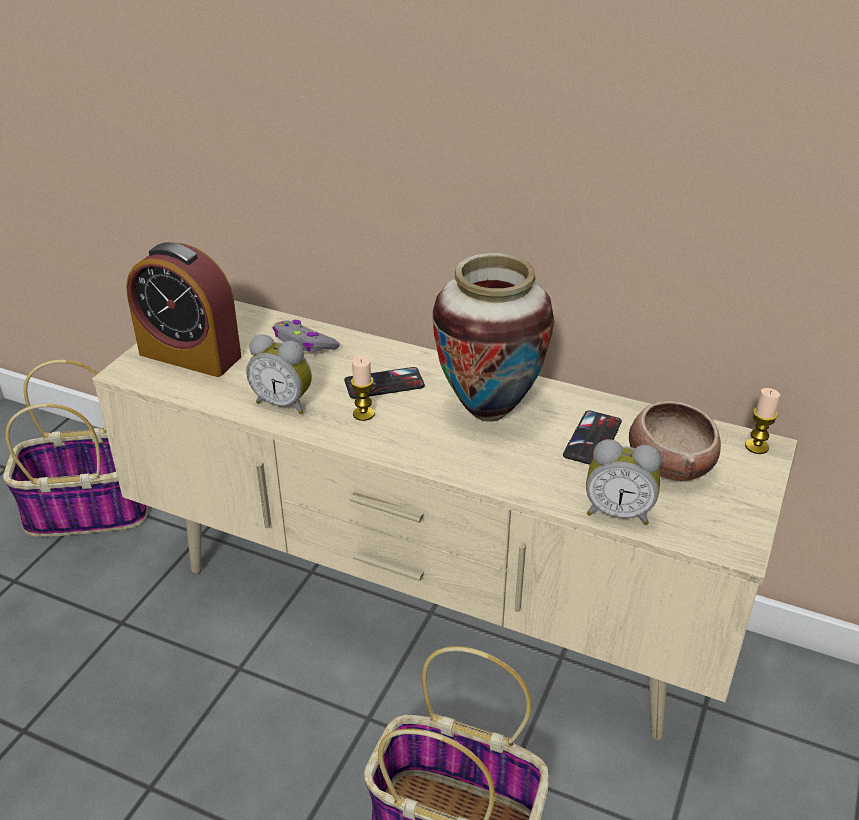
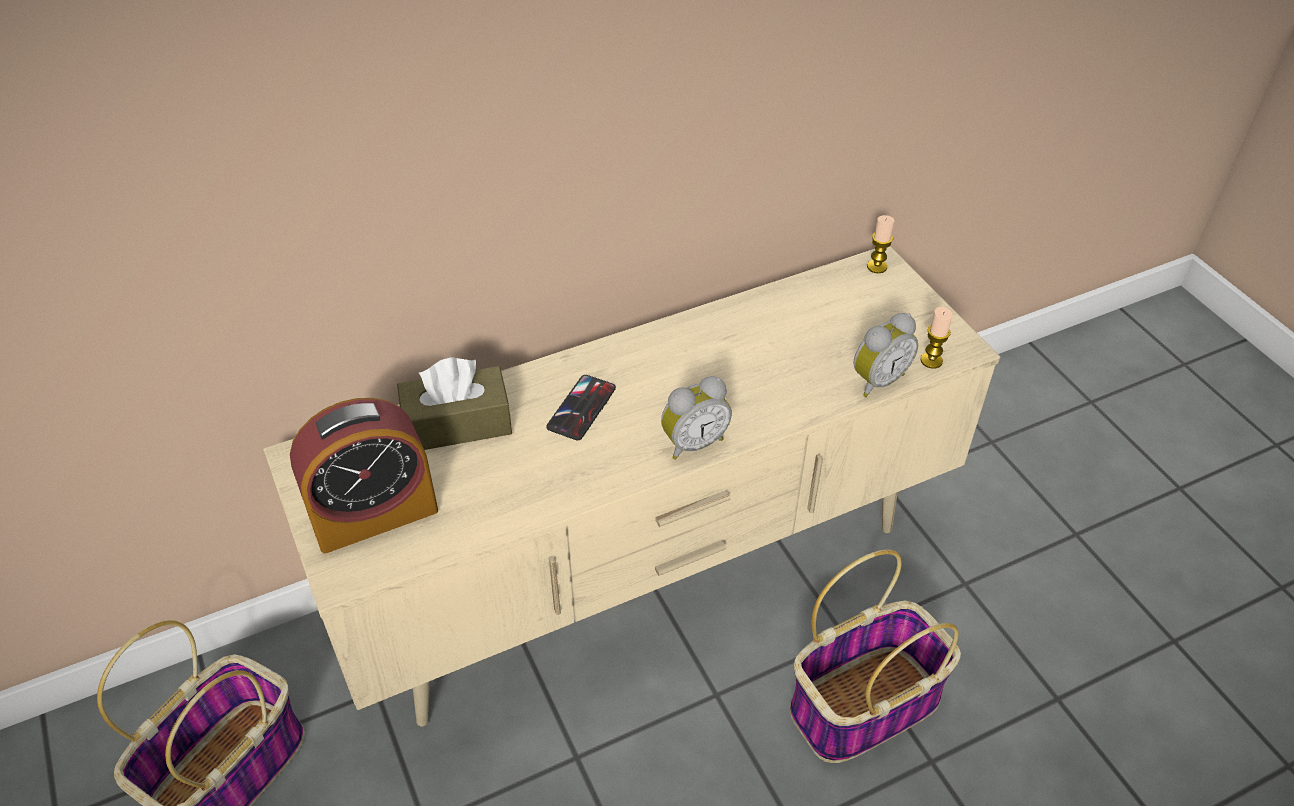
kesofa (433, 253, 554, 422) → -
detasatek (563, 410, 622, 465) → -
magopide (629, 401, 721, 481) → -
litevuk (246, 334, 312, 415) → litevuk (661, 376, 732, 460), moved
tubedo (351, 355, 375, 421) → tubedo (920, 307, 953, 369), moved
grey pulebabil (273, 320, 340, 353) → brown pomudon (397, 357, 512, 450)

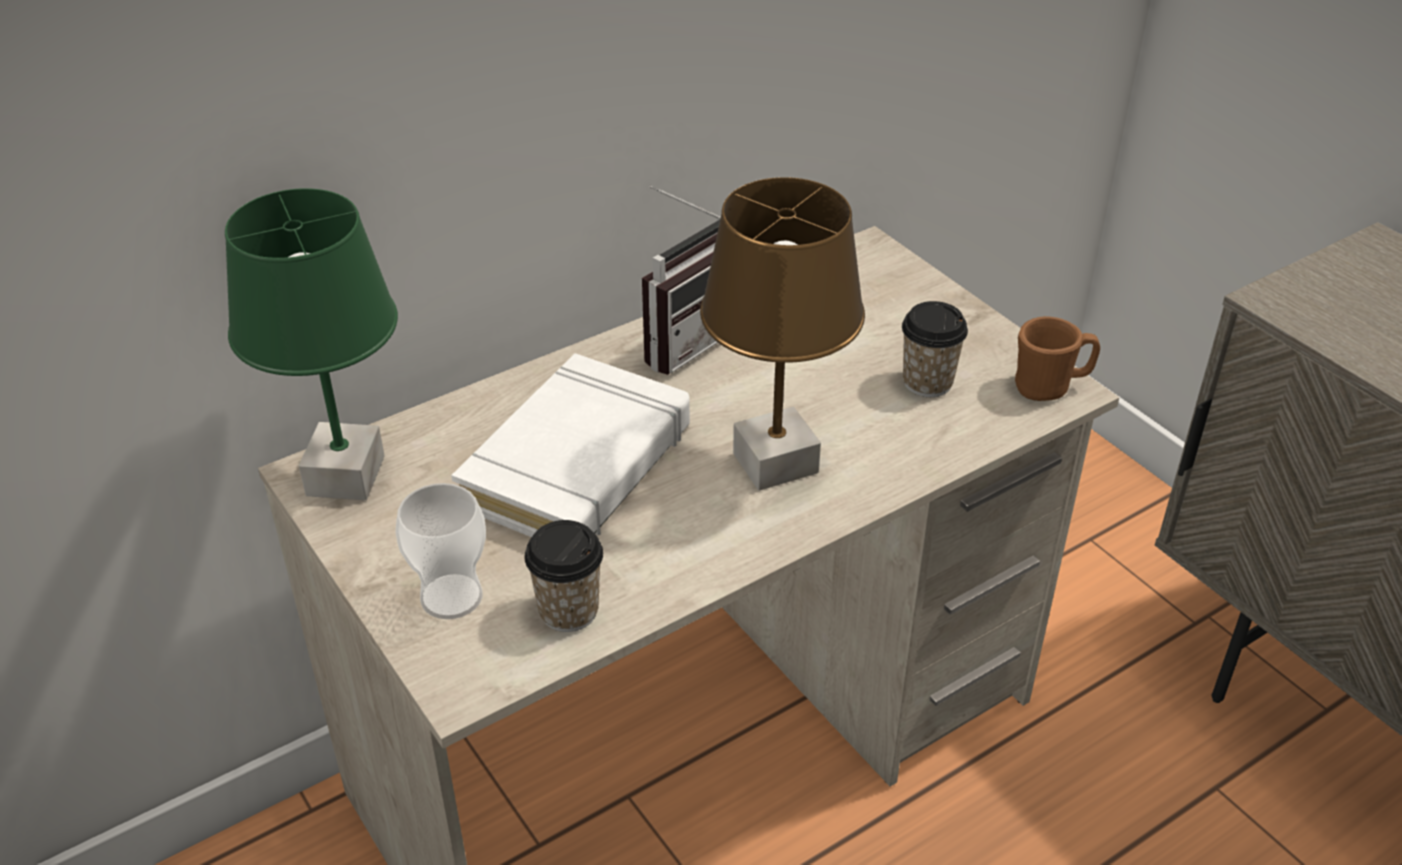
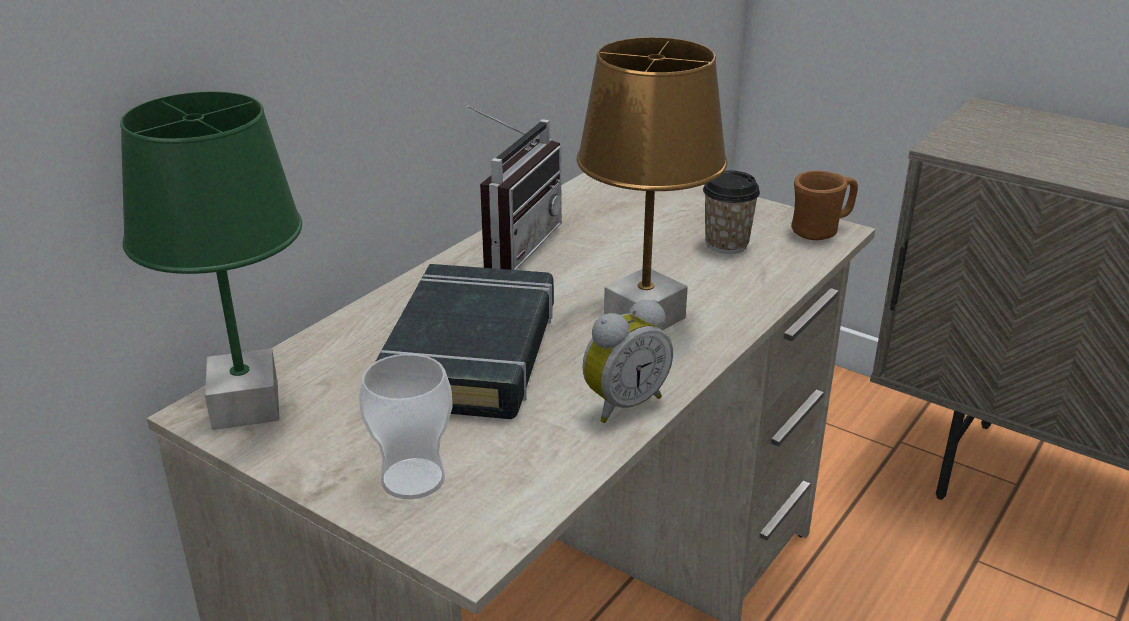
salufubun (525, 520, 603, 632) → -
- → litevuk (583, 299, 673, 423)
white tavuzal (451, 353, 690, 537) → black tavuzal (375, 264, 554, 419)

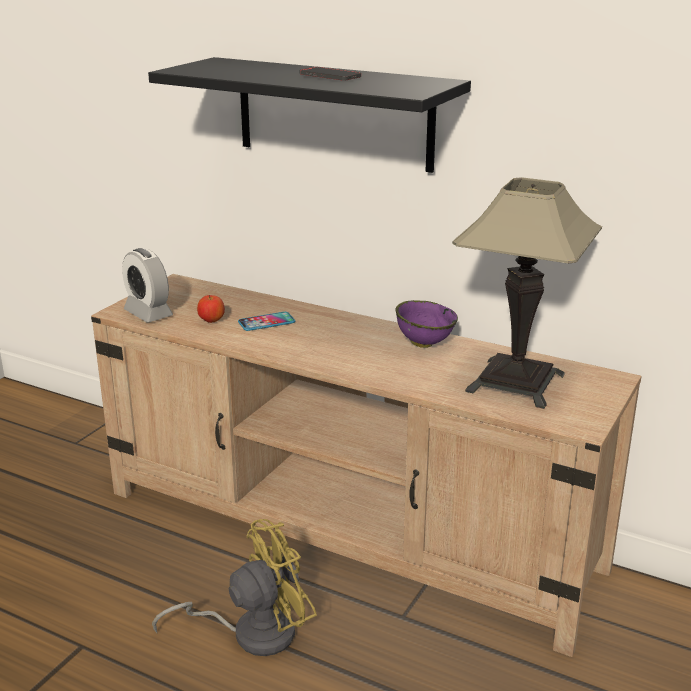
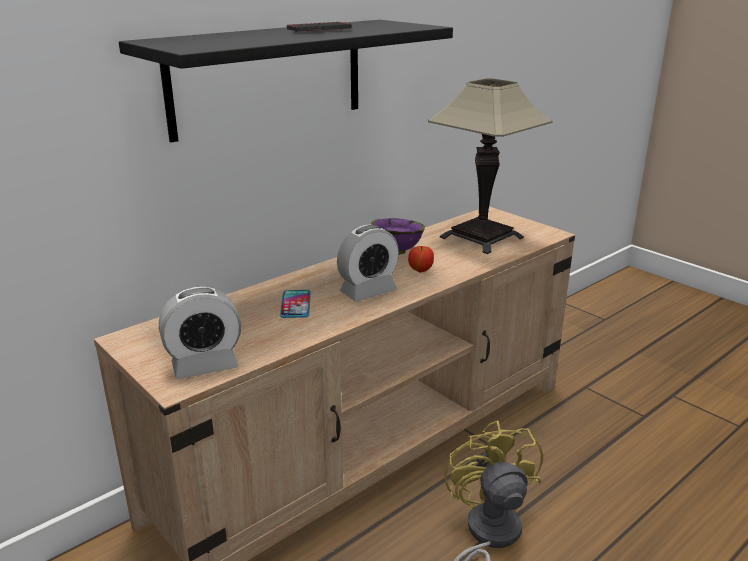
- → litevuk (337, 224, 399, 302)
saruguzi (197, 295, 225, 323) → saruguzi (408, 246, 434, 273), moved

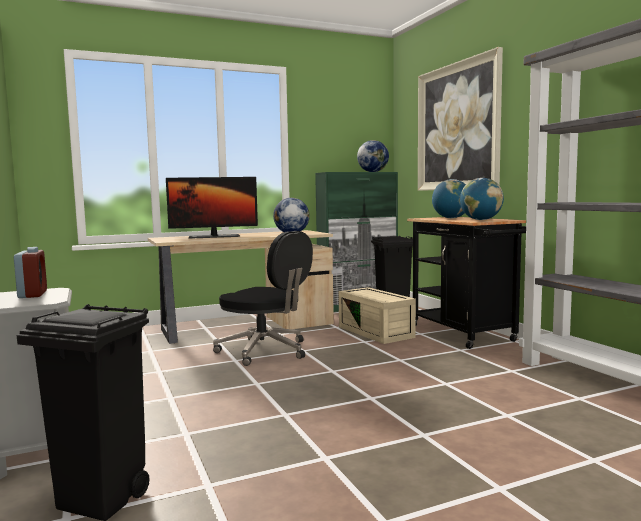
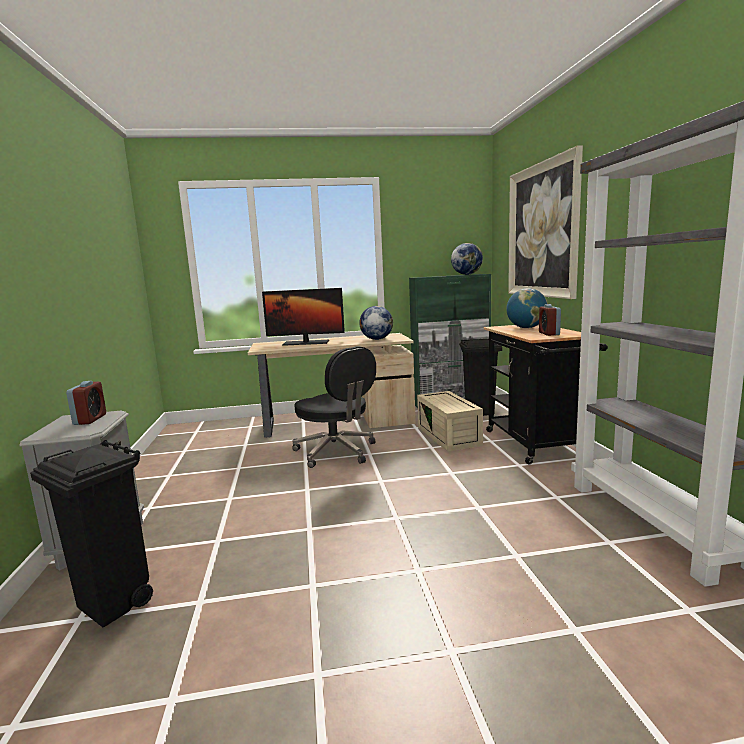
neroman (460, 178, 504, 220) → litevuk (539, 304, 561, 336)

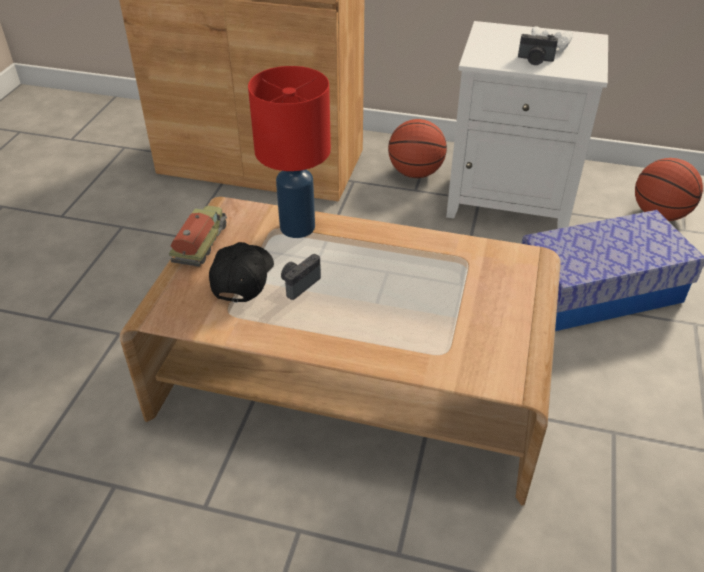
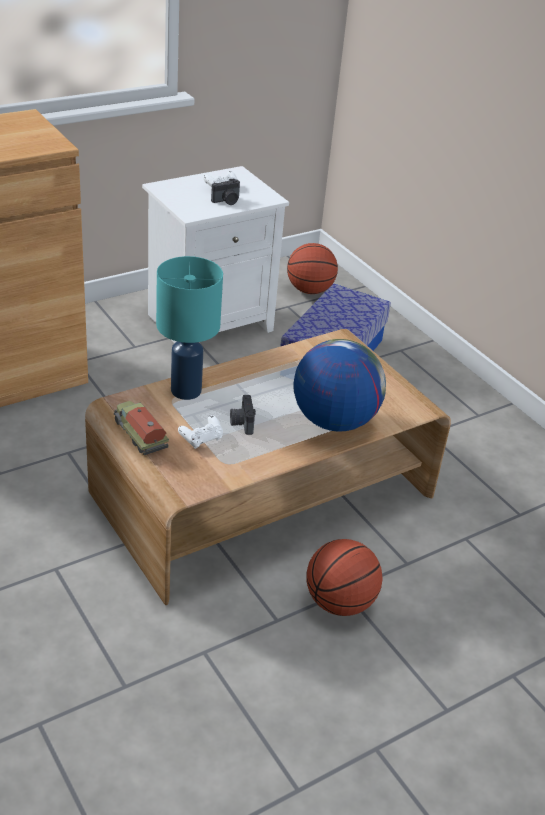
- → neroman (293, 339, 386, 432)
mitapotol (388, 119, 447, 178) → mitapotol (306, 539, 383, 616), moved
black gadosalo (209, 242, 274, 303) → white pulebabil (178, 415, 223, 449)
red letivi (248, 66, 331, 238) → turquoise letivi (156, 256, 223, 400)

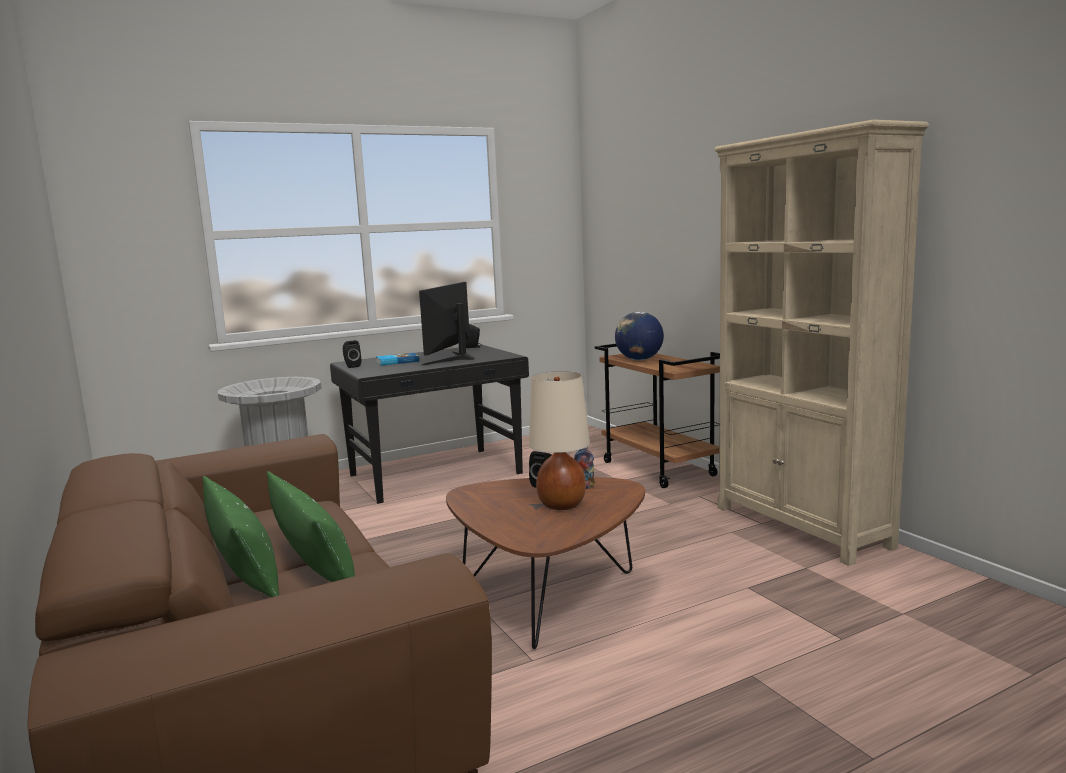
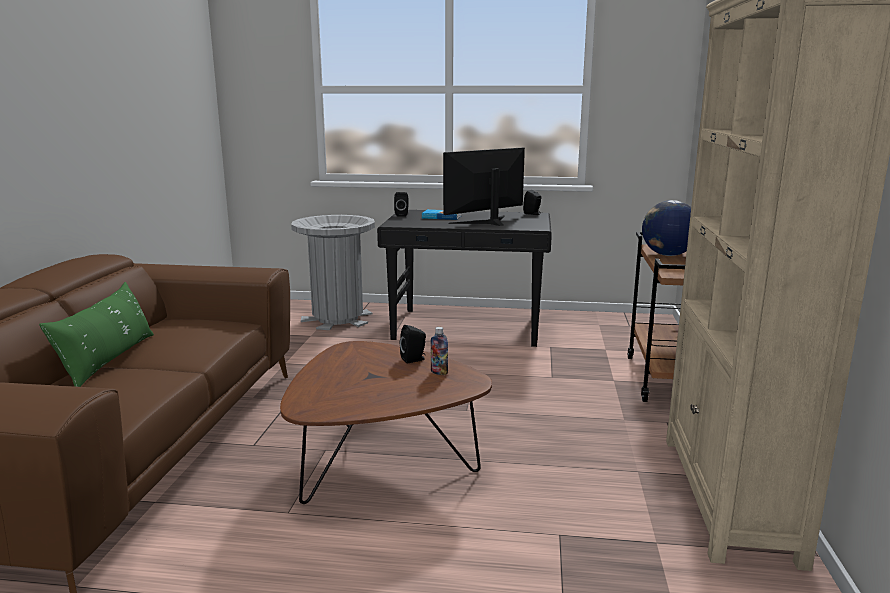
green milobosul (267, 471, 355, 582) → -
beige letivi (529, 371, 590, 510) → -

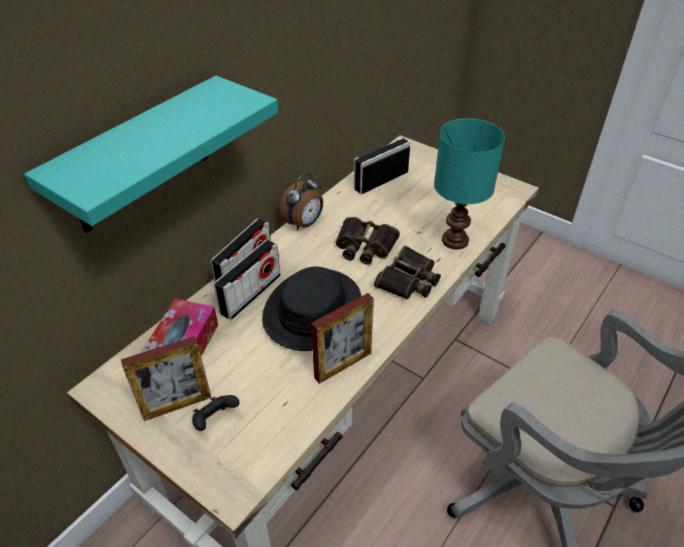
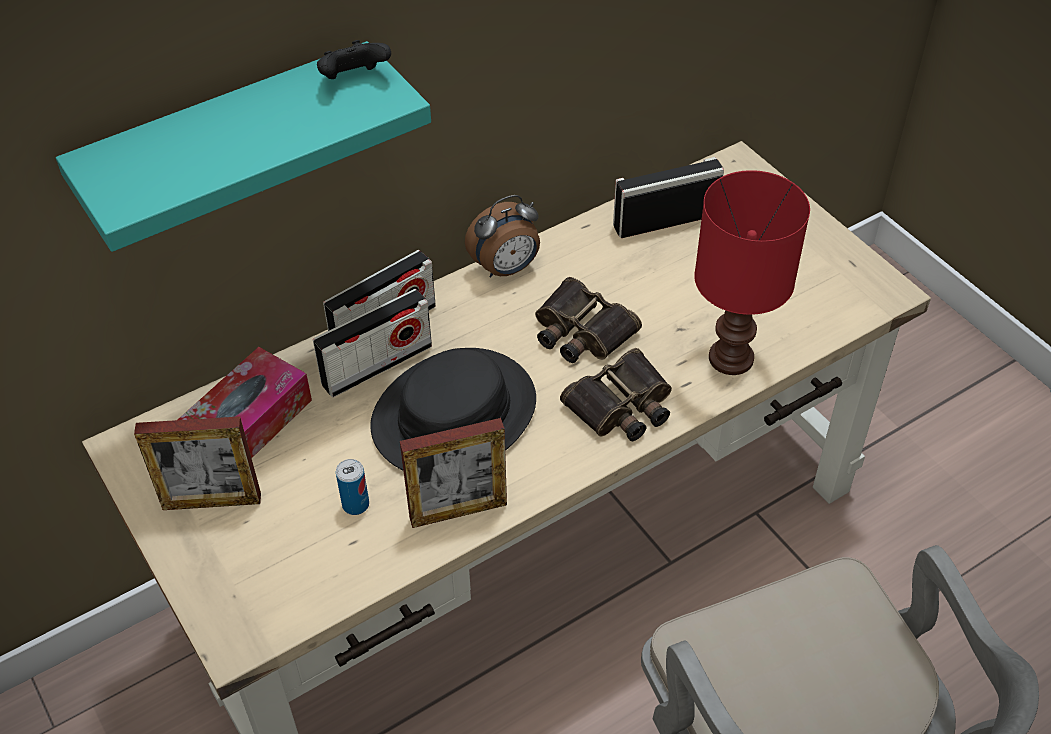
- → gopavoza (336, 459, 369, 515)
black pulebabil (192, 395, 239, 431) → black pulebabil (317, 40, 391, 79), moved
turquoise letivi (434, 118, 505, 250) → red letivi (694, 170, 810, 375)

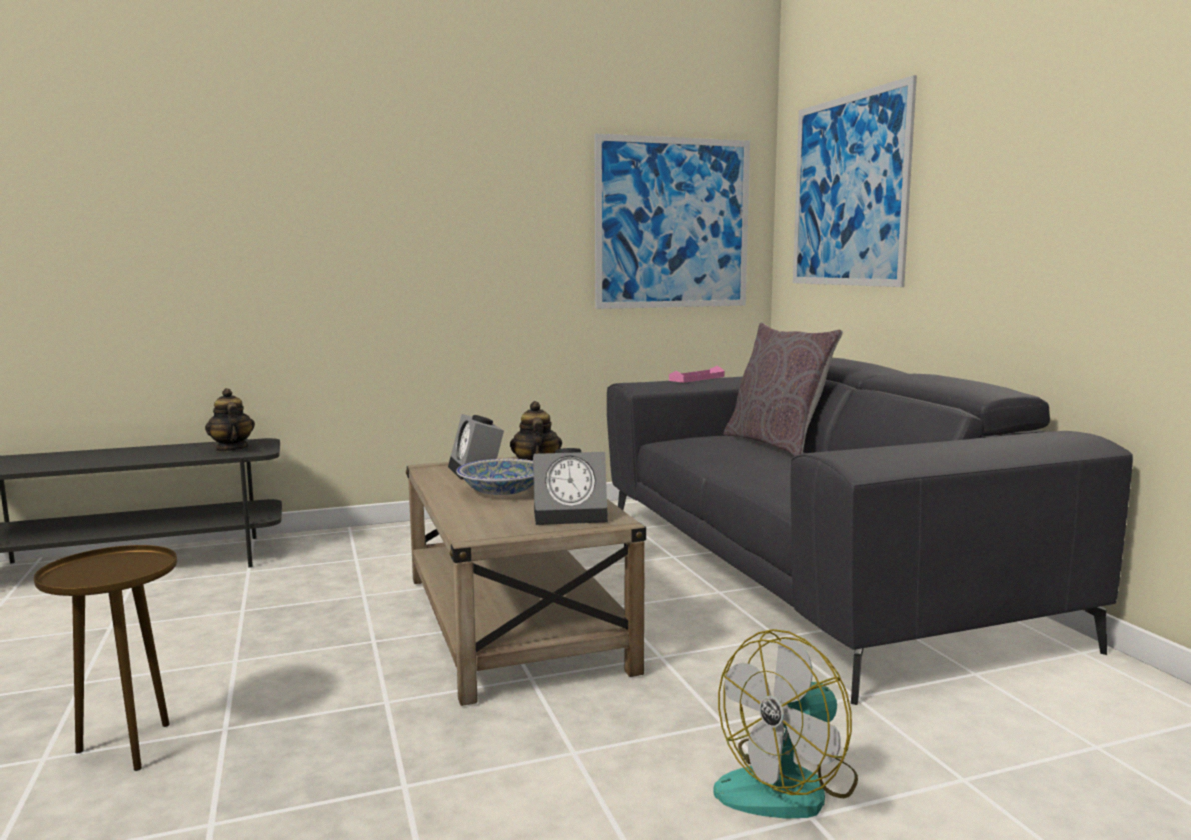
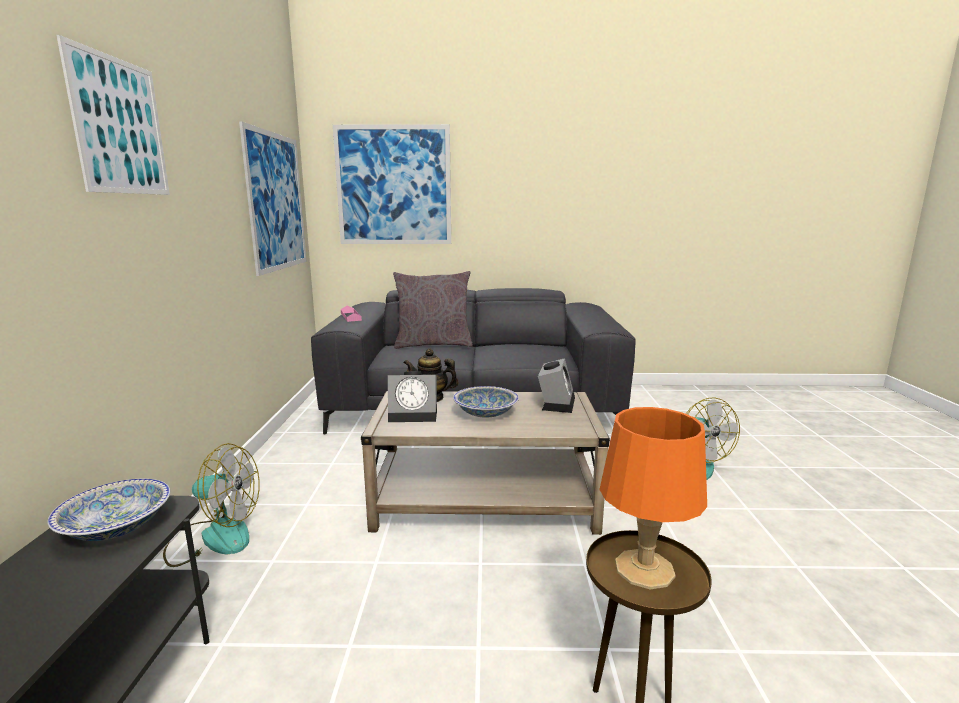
- → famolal (56, 35, 170, 195)
- → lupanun (163, 443, 260, 567)
- → orange letivi (599, 407, 707, 589)
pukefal (205, 388, 255, 452) → magopide (48, 479, 170, 541)

